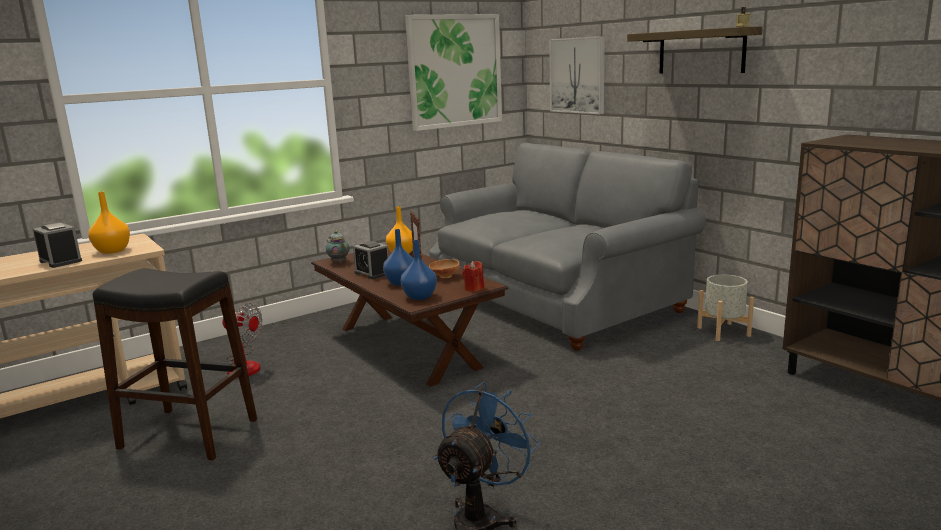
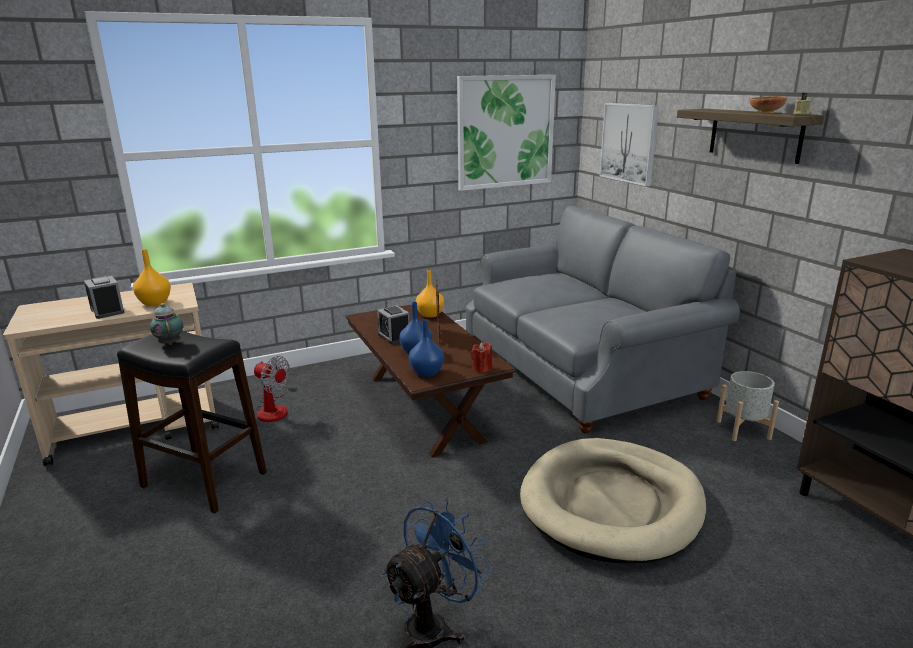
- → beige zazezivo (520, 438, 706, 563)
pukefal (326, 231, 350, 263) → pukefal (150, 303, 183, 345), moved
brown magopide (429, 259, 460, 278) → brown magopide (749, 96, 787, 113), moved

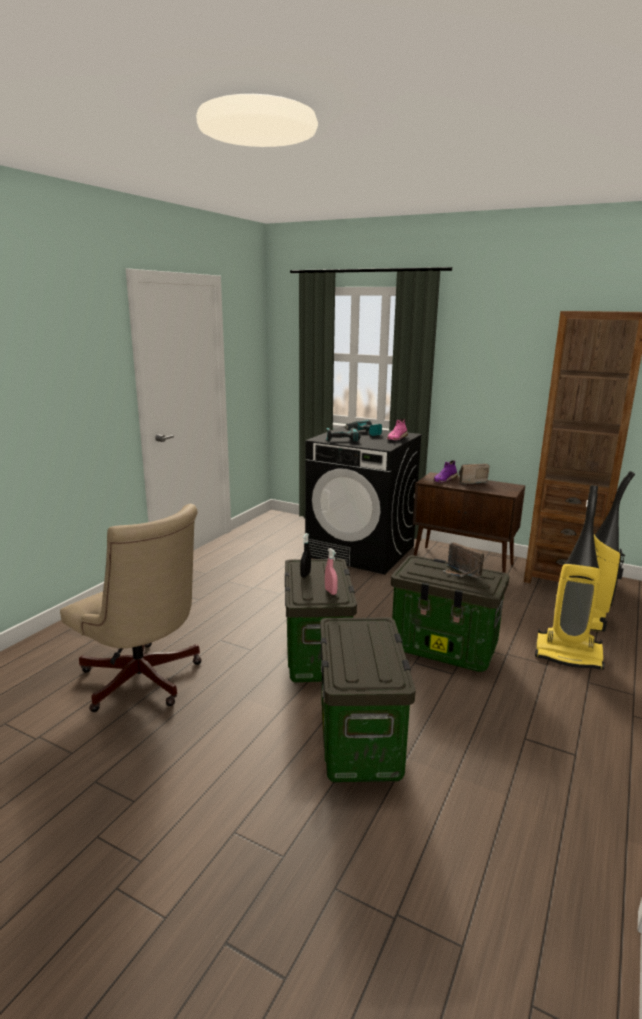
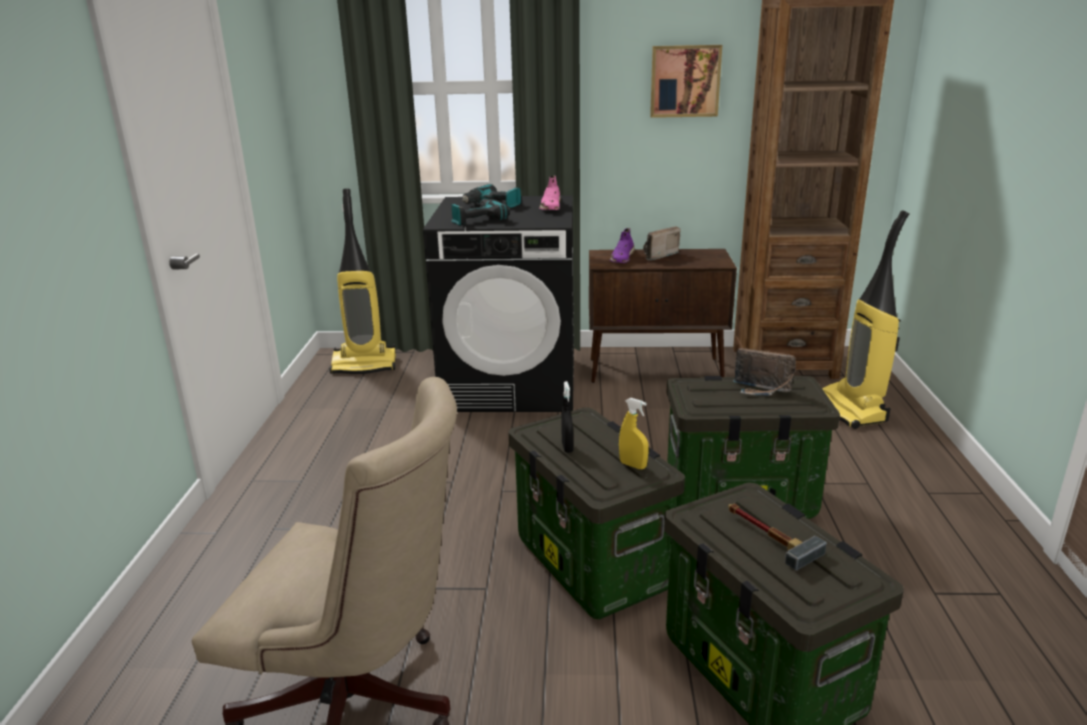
- → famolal (650, 45, 722, 118)
- → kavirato (728, 504, 827, 571)
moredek (535, 485, 605, 670) → moredek (329, 189, 396, 374), moved
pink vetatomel (325, 548, 338, 595) → yellow vetatomel (619, 398, 649, 469)

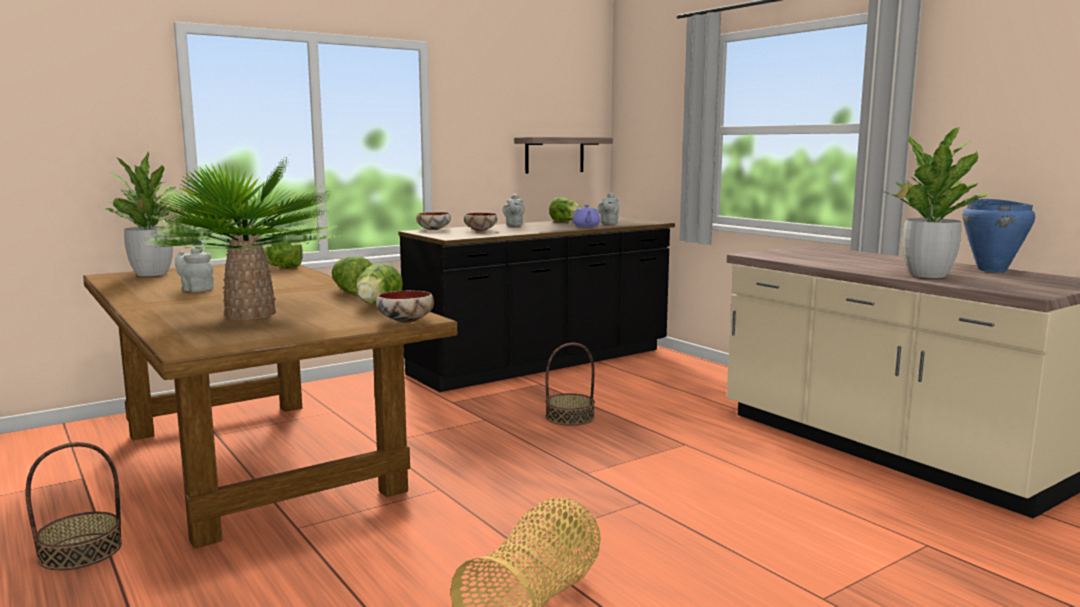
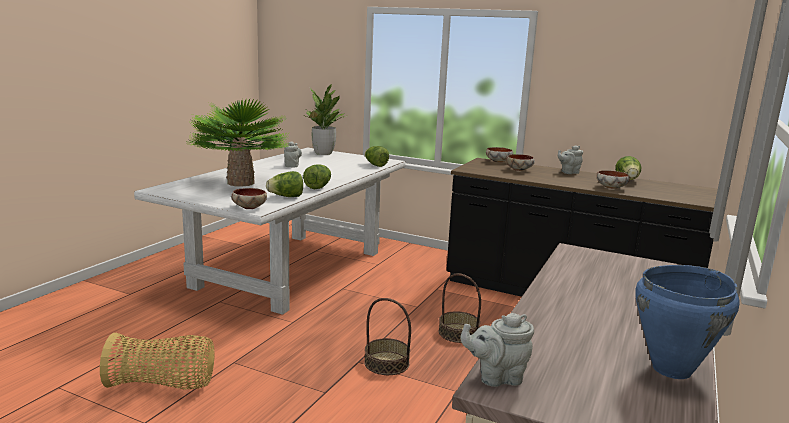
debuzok (514, 137, 613, 173) → -
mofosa (883, 127, 989, 278) → -
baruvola (26, 442, 122, 570) → baruvola (364, 298, 411, 375), moved
grey pukefal (598, 193, 619, 224) → grey pukefal (461, 313, 534, 387), moved
purple pukefal (573, 205, 600, 227) → magopide (597, 170, 630, 189)
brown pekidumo (83, 264, 457, 549) → white pekidumo (134, 148, 405, 315)

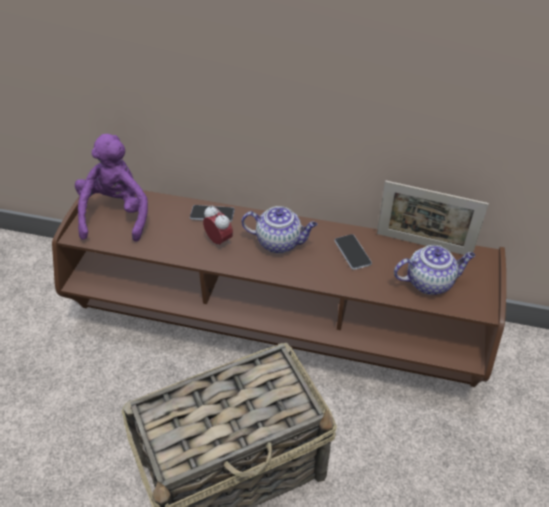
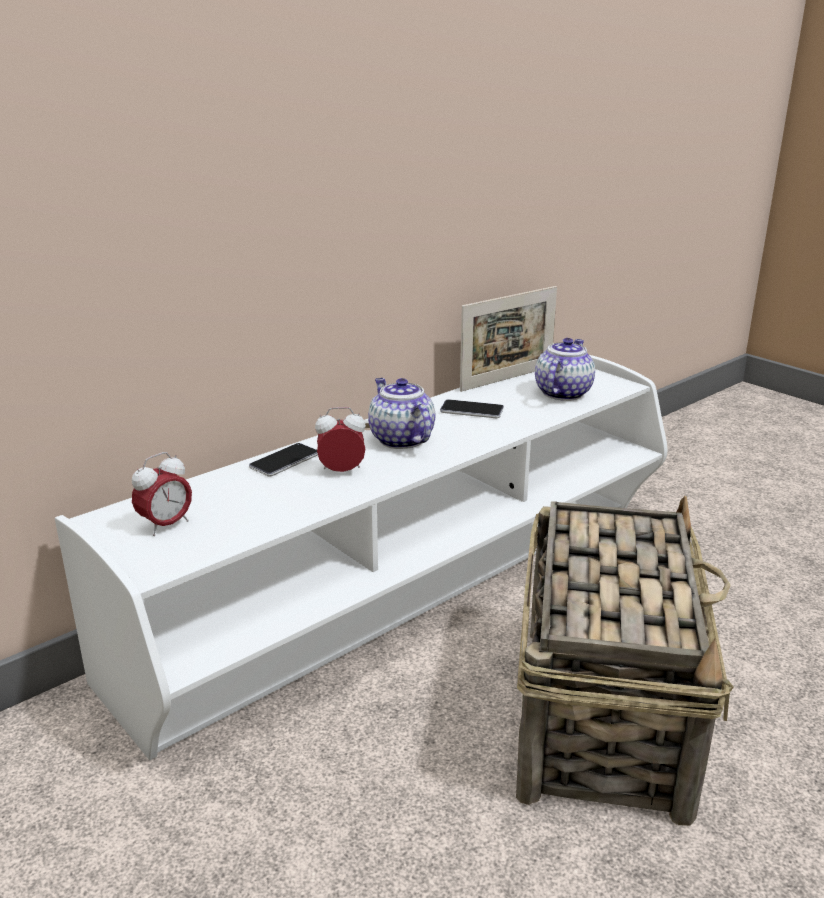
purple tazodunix (75, 134, 148, 242) → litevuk (132, 452, 192, 536)
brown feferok (52, 190, 506, 387) → white feferok (55, 355, 667, 760)
pukefal (242, 206, 317, 253) → pukefal (368, 378, 435, 449), 75 degrees counterclockwise

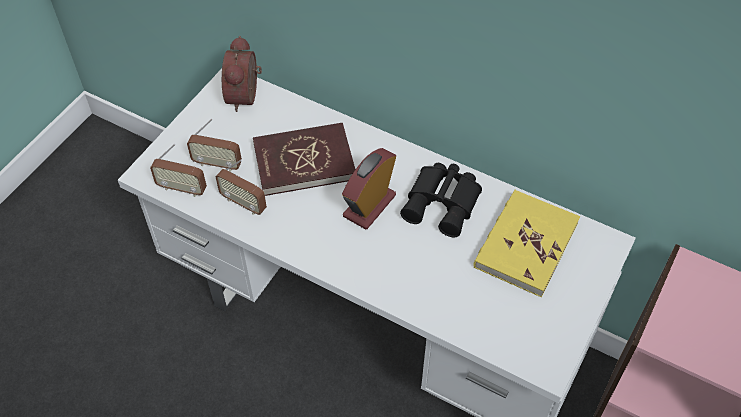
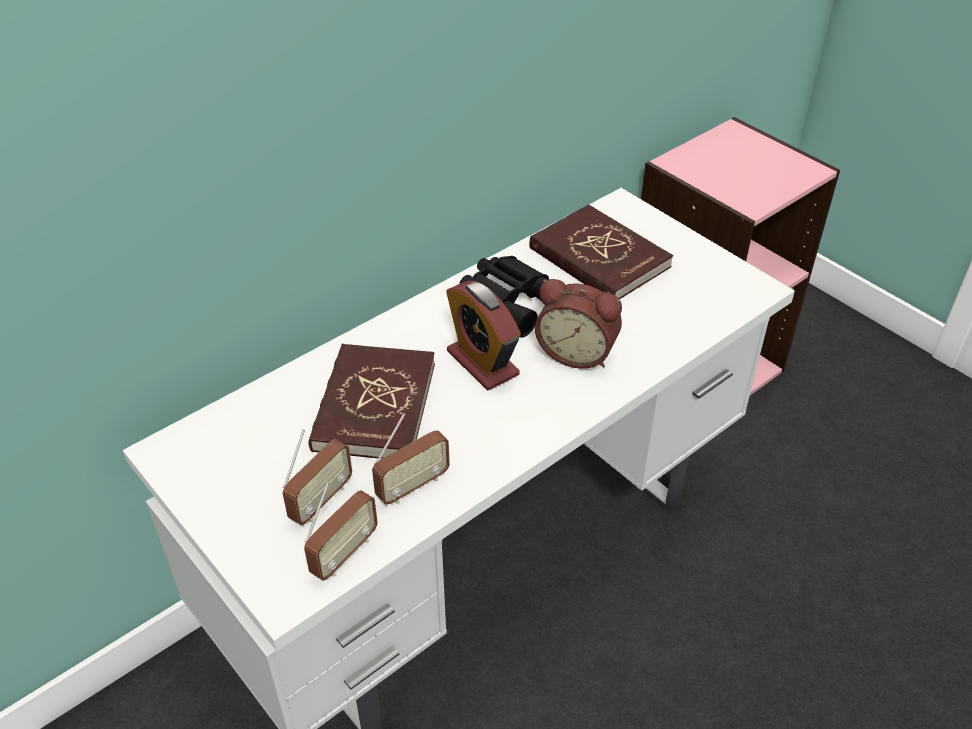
litevuk (222, 36, 262, 112) → litevuk (535, 279, 622, 369), moved
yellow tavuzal (473, 190, 580, 297) → red tavuzal (529, 204, 673, 299)

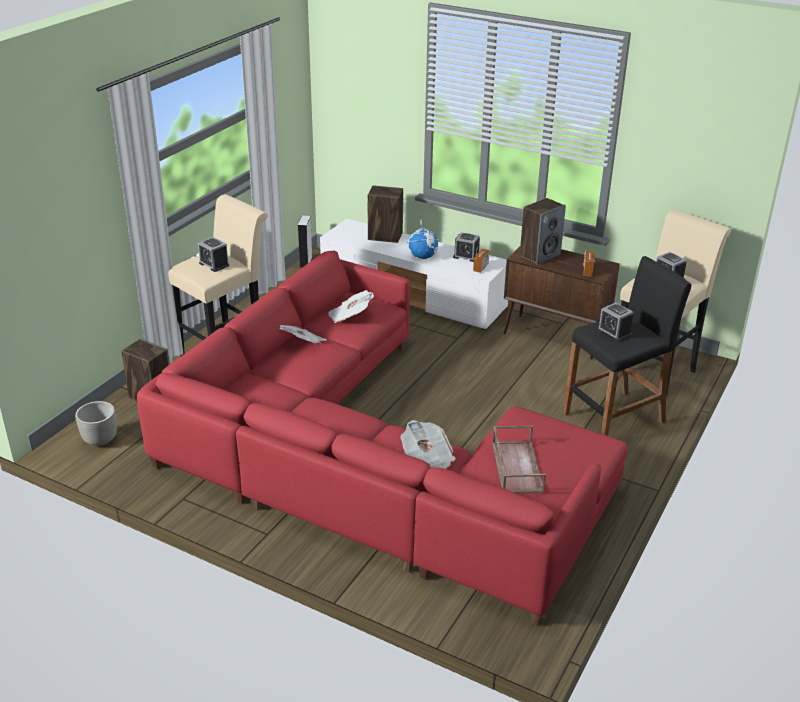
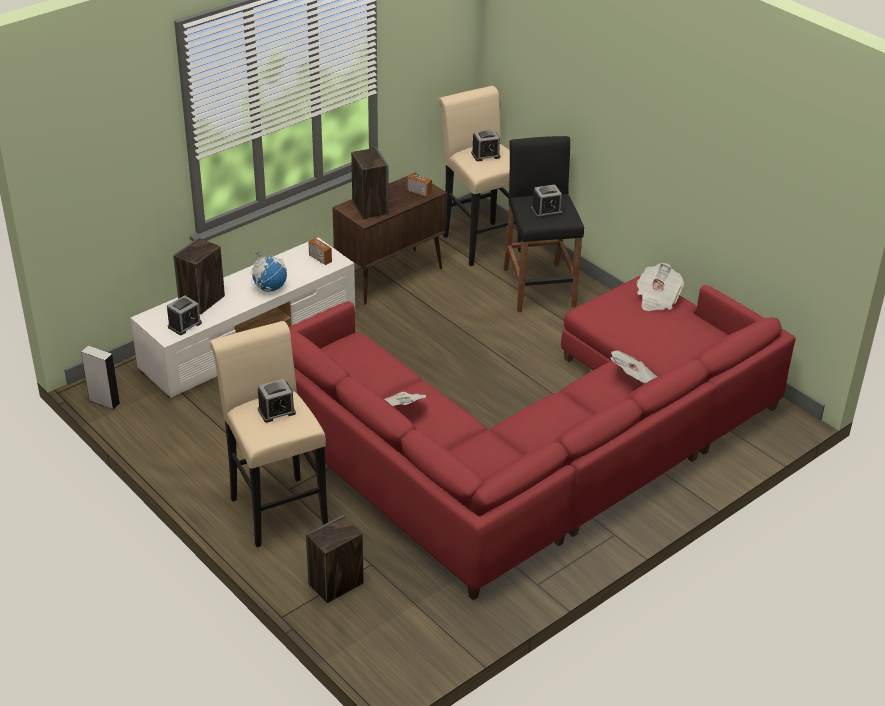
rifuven (75, 401, 117, 447) → -
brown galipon (492, 425, 546, 493) → -
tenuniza (328, 290, 374, 323) → tenuniza (637, 263, 684, 311), moved
litevuk (453, 232, 480, 262) → litevuk (167, 295, 202, 335), moved

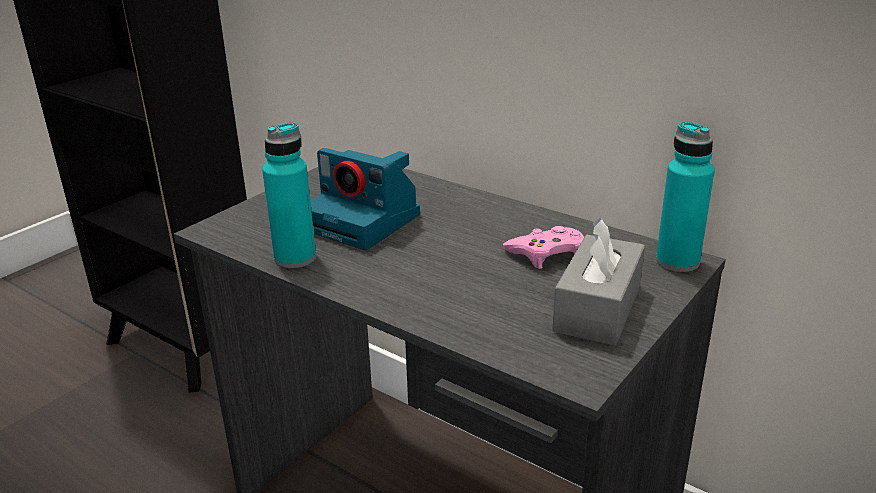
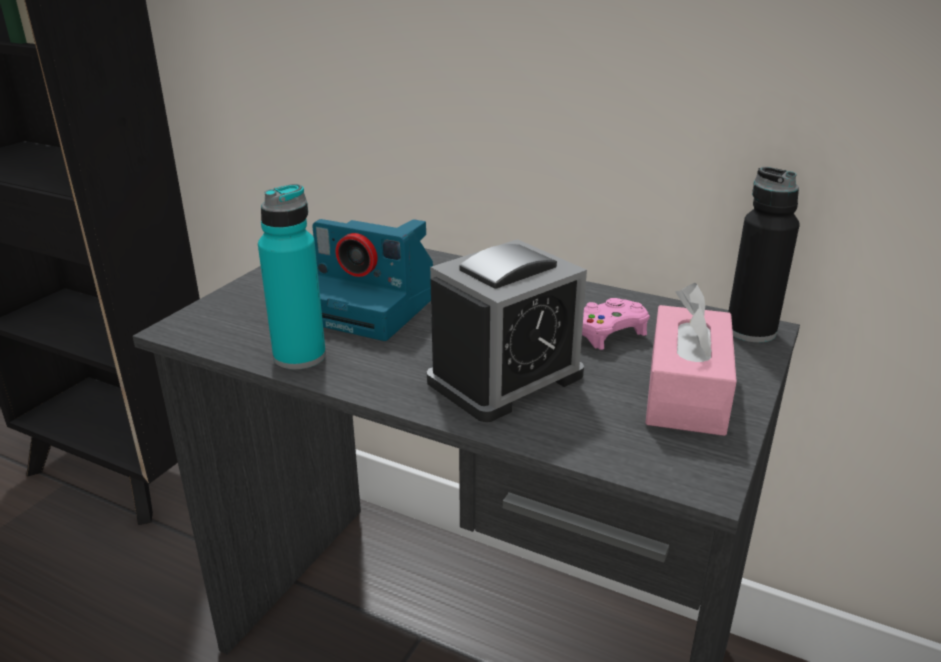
- → litevuk (427, 239, 587, 422)
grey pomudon (552, 218, 645, 346) → pink pomudon (645, 283, 737, 436)
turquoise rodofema (656, 121, 715, 272) → black rodofema (728, 167, 800, 343)

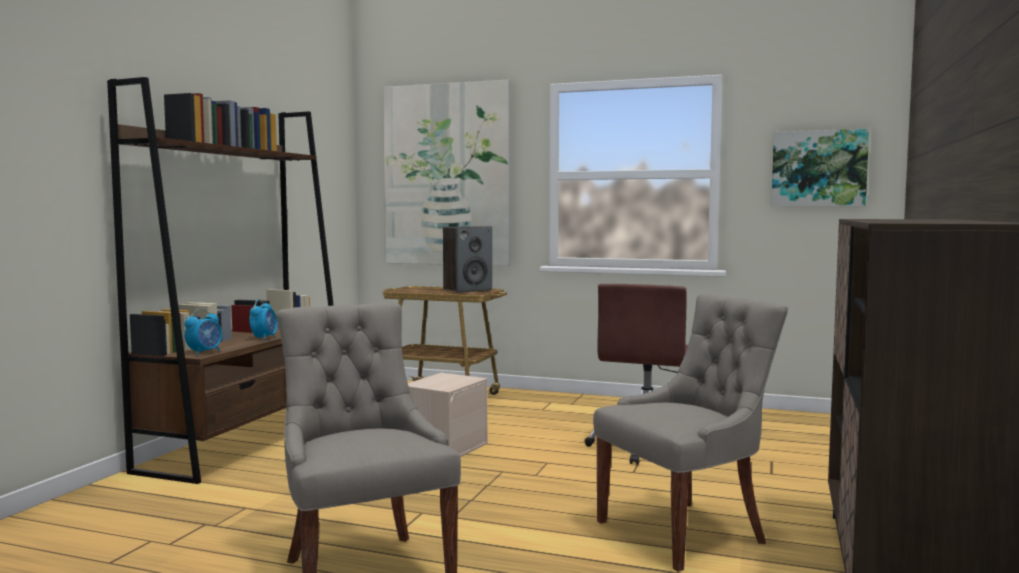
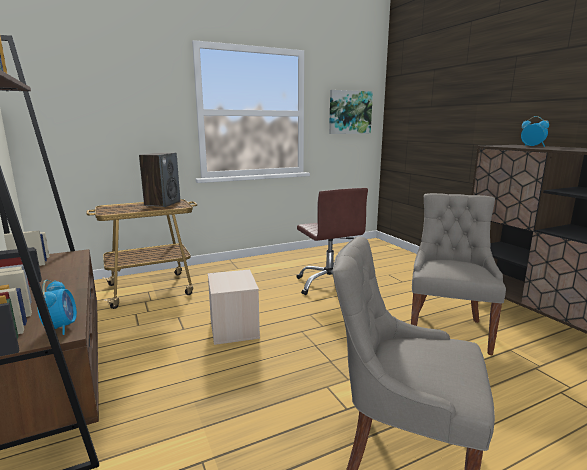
famolal (383, 80, 510, 266) → -
litevuk (249, 299, 277, 340) → litevuk (521, 116, 549, 147), moved

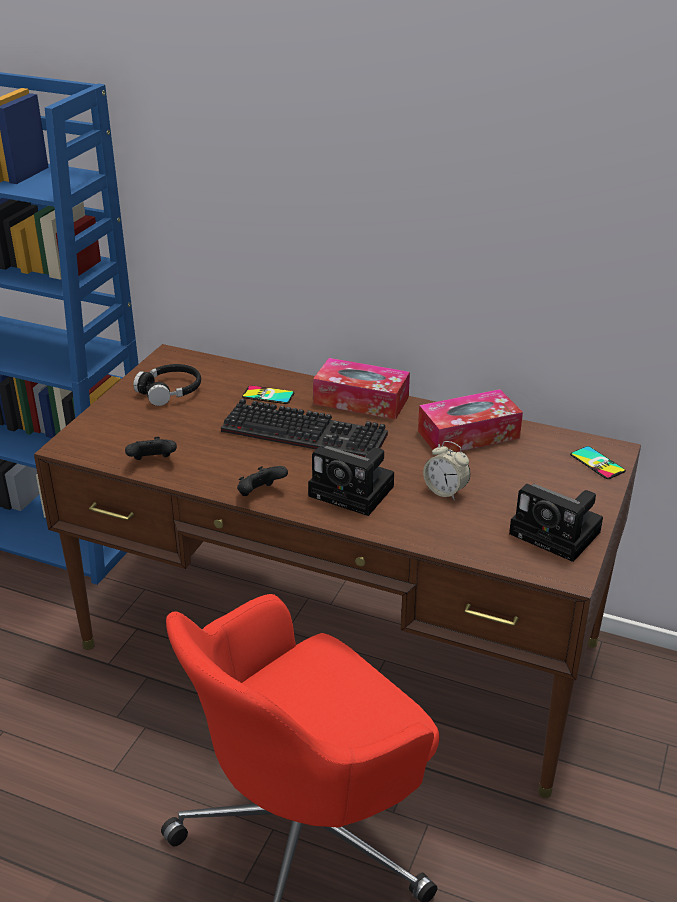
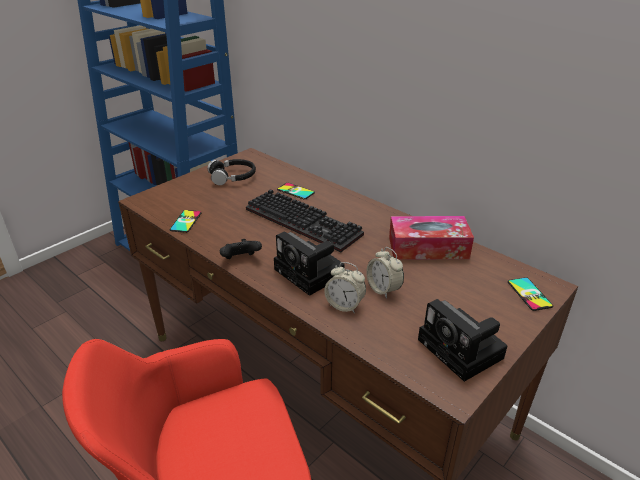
pomudon (313, 358, 410, 420) → -
- → litevuk (324, 262, 366, 313)
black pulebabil (125, 437, 177, 460) → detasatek (169, 210, 202, 233)

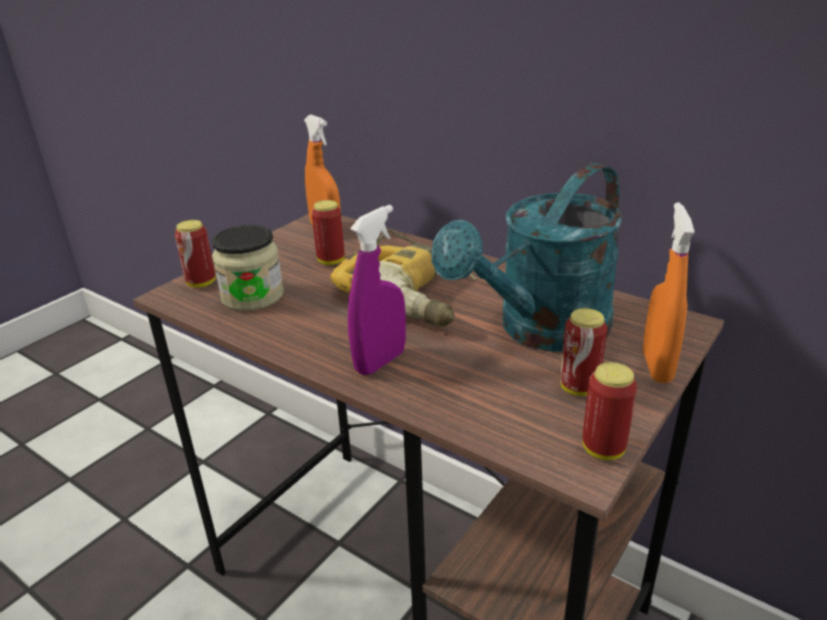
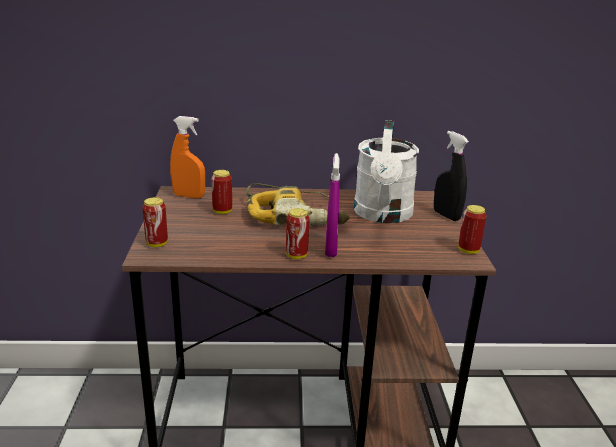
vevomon (212, 225, 284, 311) → -
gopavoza (560, 308, 607, 396) → gopavoza (286, 208, 309, 259), moved
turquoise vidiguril (432, 163, 623, 352) → white vidiguril (354, 120, 419, 223)
orange vetatomel (643, 202, 695, 383) → black vetatomel (434, 131, 469, 221)

